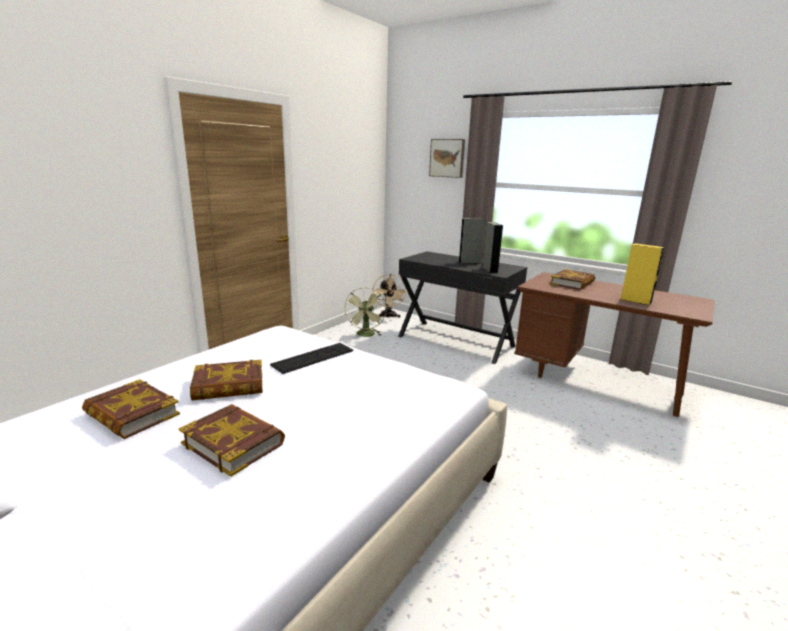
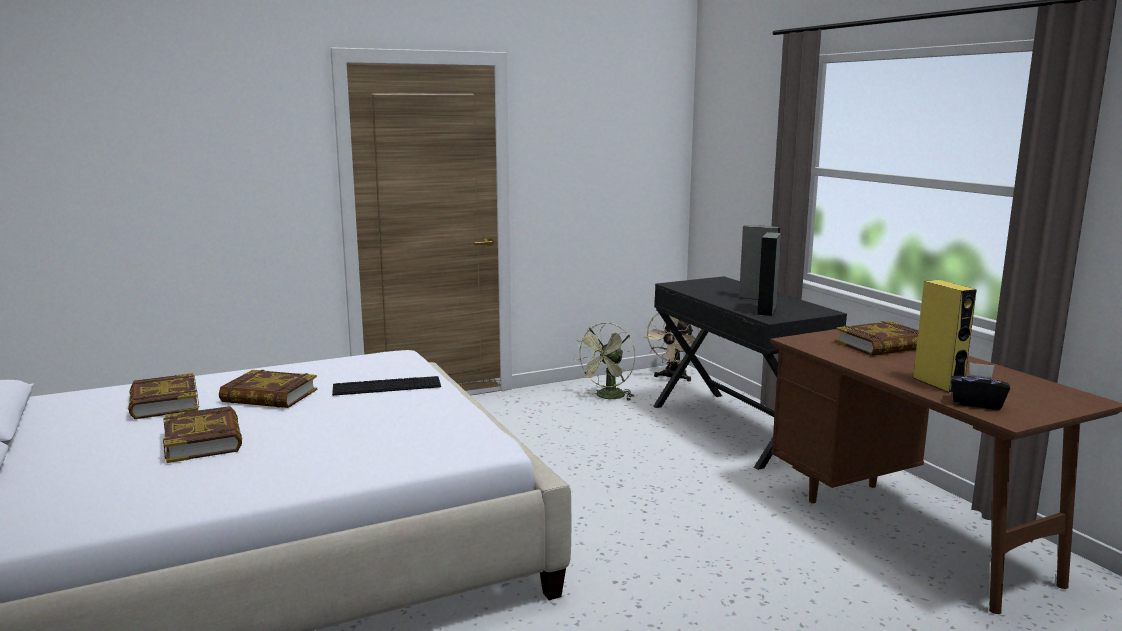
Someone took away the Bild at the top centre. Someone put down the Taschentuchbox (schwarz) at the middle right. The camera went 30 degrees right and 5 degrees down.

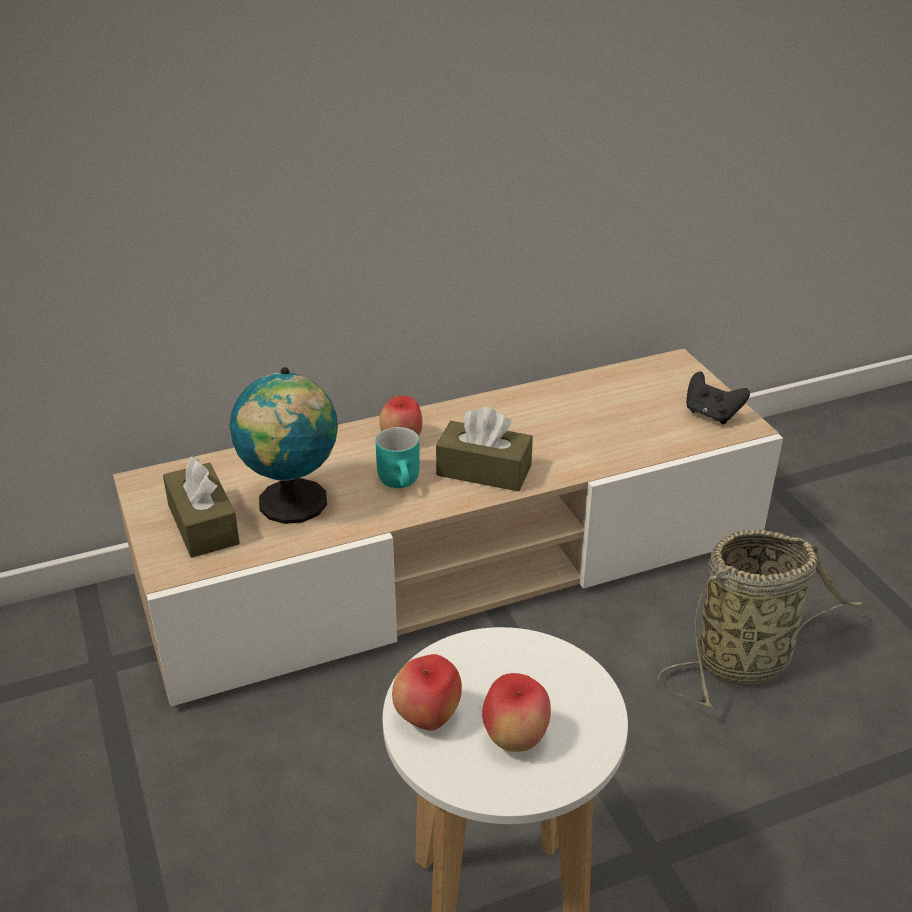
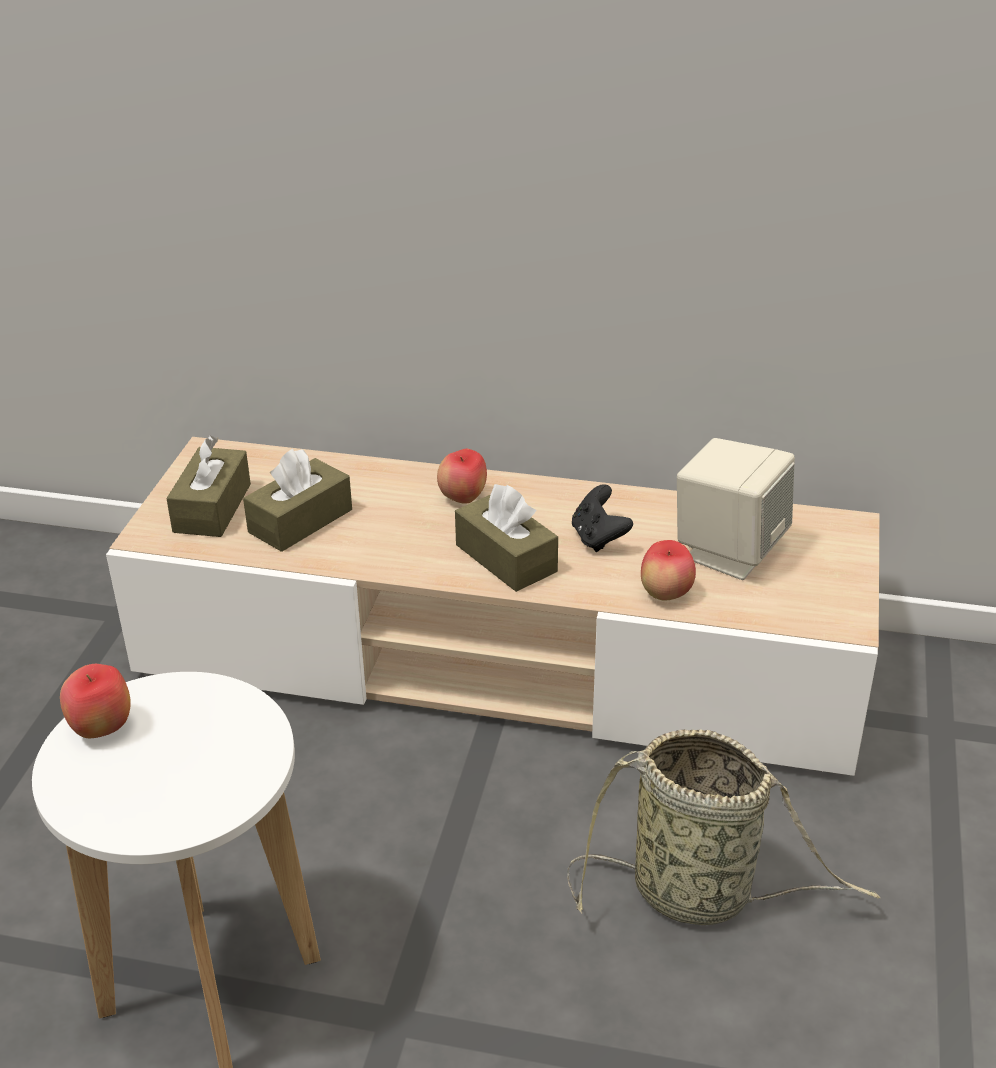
Someone swapped the Globus at the middle left for the Taschentuchbox (braun) (2nd from left) at the middle left. Someone carried the Gamepad (schwarz) from the middle right to the centre. Someone took away the Henkelbecher (türkis) at the centre. Someone carried the Apfel (3rd from left) from the bottom centre to the middle right. Someone put down the Lautsprecher (beige) at the middle right. The camera went 35 degrees right and 0 degrees up.

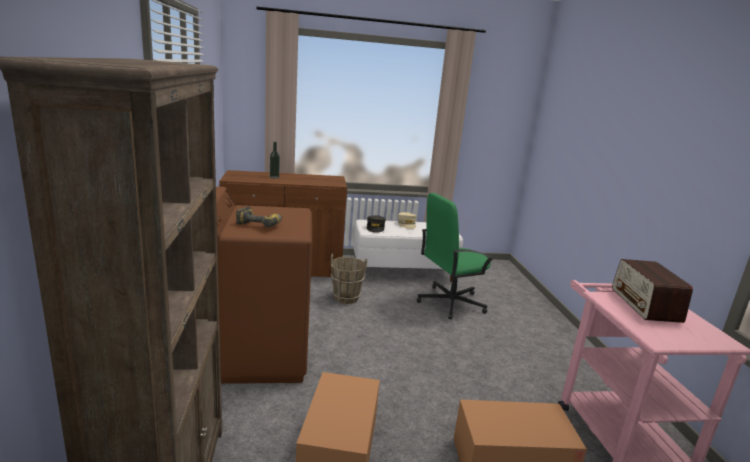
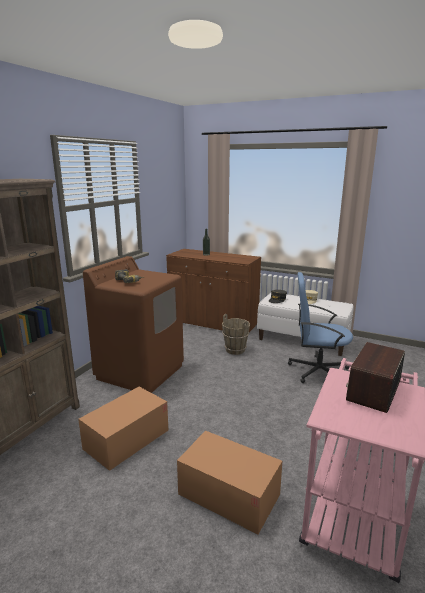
Someone repainted the Bürostuhl (grün) at the centre, which became the Bürostuhl (blau) at the middle right. The camera went 35 degrees right and 0 degrees up.

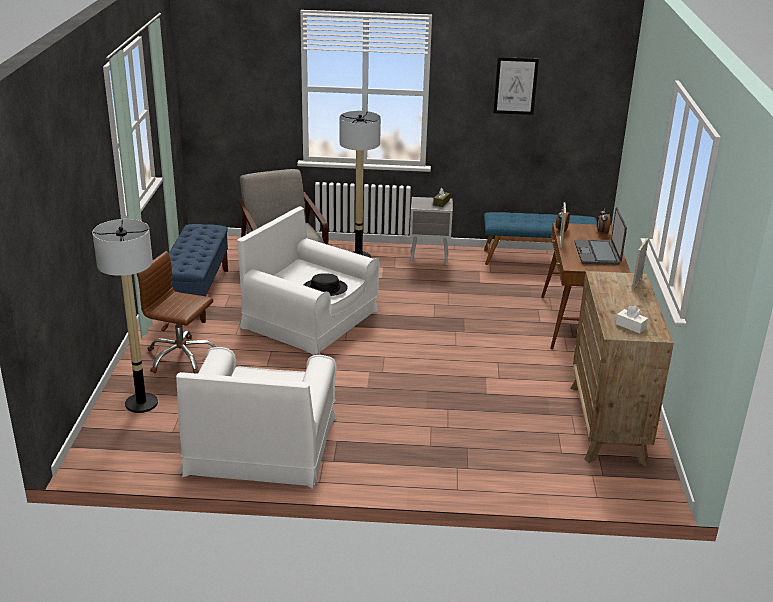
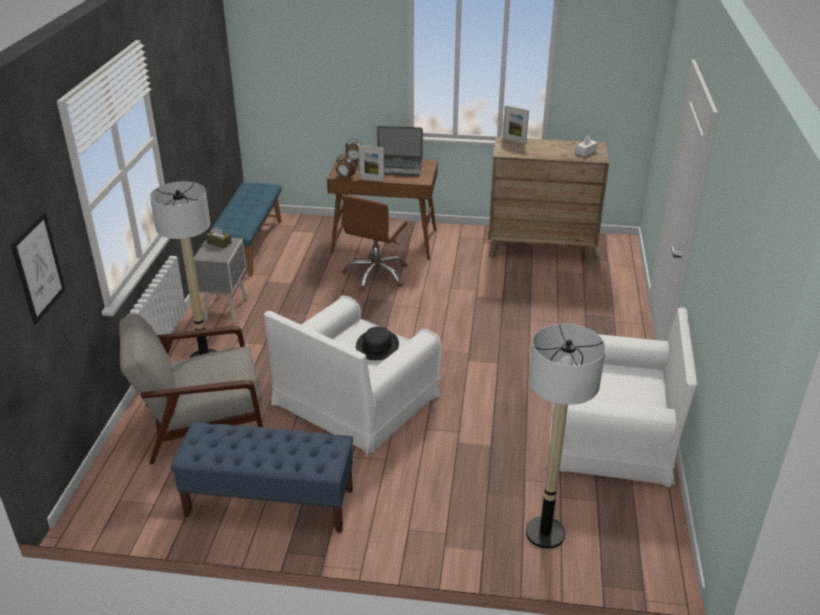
Someone carried the Bild from the top right to the middle left. Someone carried the Bürostuhl (braun) from the middle left to the centre. The camera went 85 degrees left and 5 degrees up.

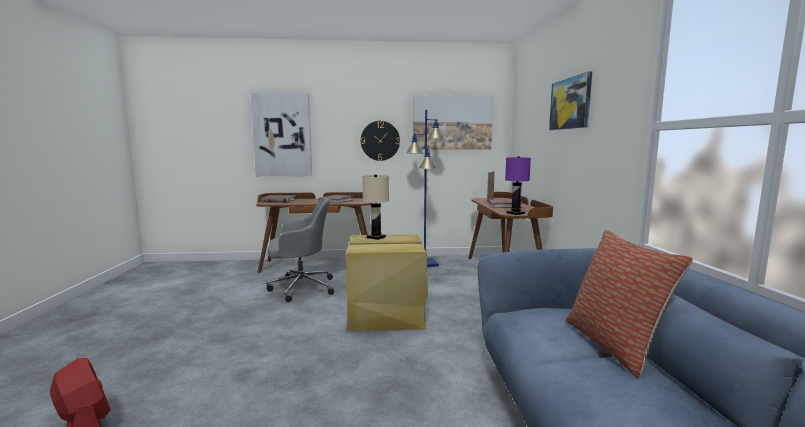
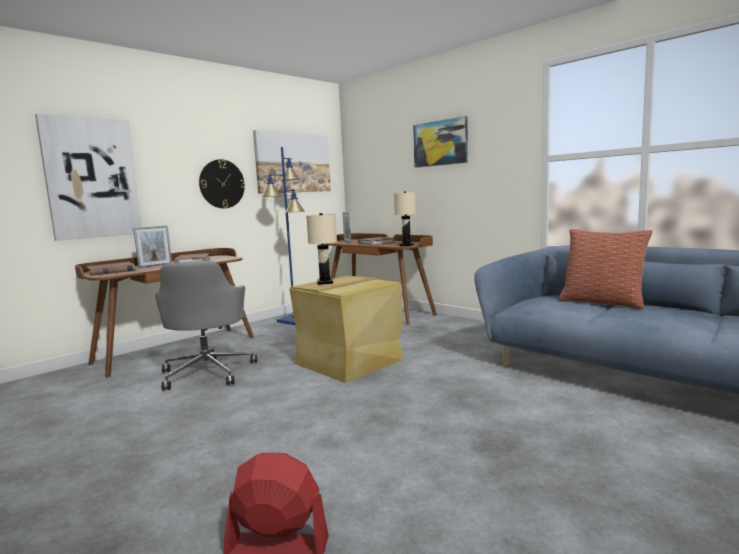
Someone repainted the Tischlampe (lila) at the centre, which became the Tischlampe (beige) (2nd from left) at the centre. Someone rotated the Bürostuhl (grau) at the centre by 135 degrees clockwise. Someone put down the Bilderrahmen (1st from left) at the middle left. The camera went 40 degrees left and 0 degrees up.

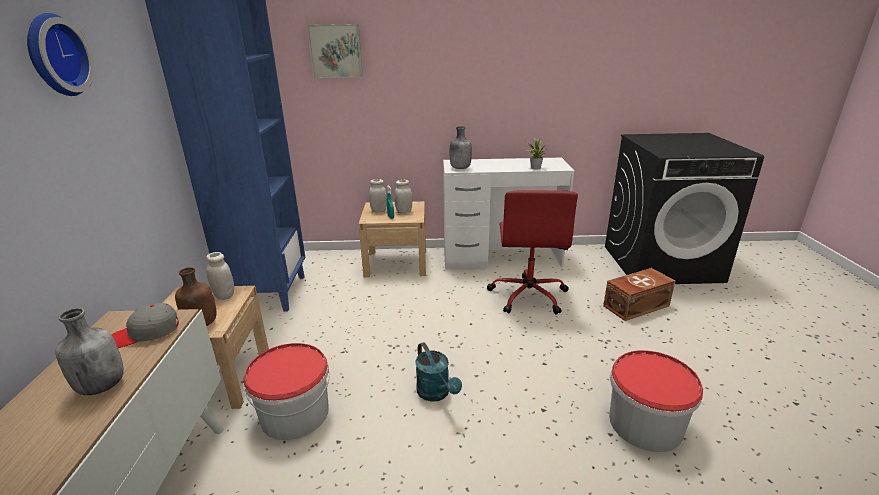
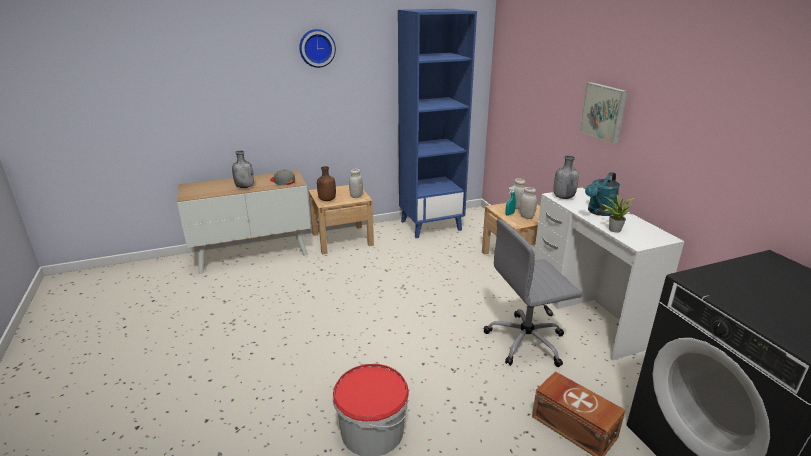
Someone carried the Bild from the top centre to the top right. Someone repainted the Bürostuhl (rot) at the centre, which became the Bürostuhl (grau) at the centre. Someone carried the Gießkanne (türkis) from the bottom centre to the middle right. Someone took away the Eimer (1st from left) at the bottom left. The camera went 70 degrees right and 0 degrees up.

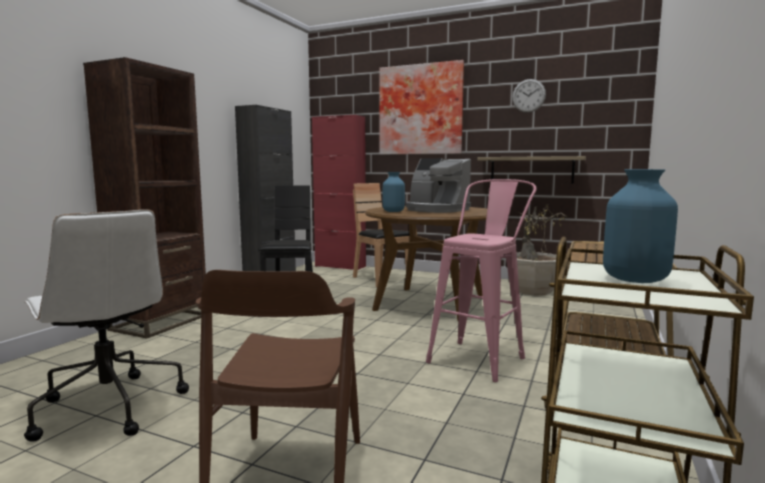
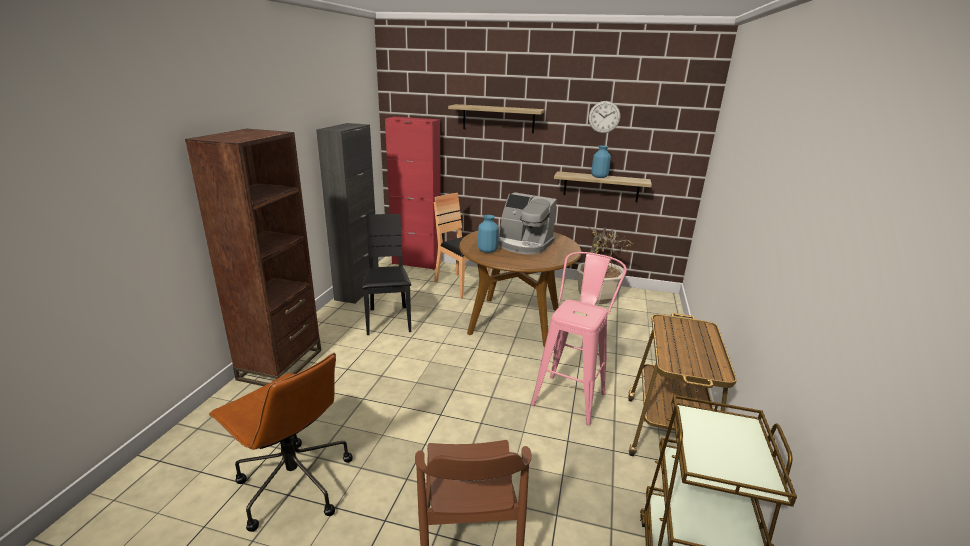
Someone swapped the Bild at the top centre for the Wandregal (1st from left) at the top centre. Someone carried the Vase (blau) (2nd from left) from the middle right to the top centre. Someone repainted the Bürostuhl (weiß) at the bottom left, which became the Bürostuhl (braun) at the bottom left. The camera went 10 degrees left and 15 degrees up.

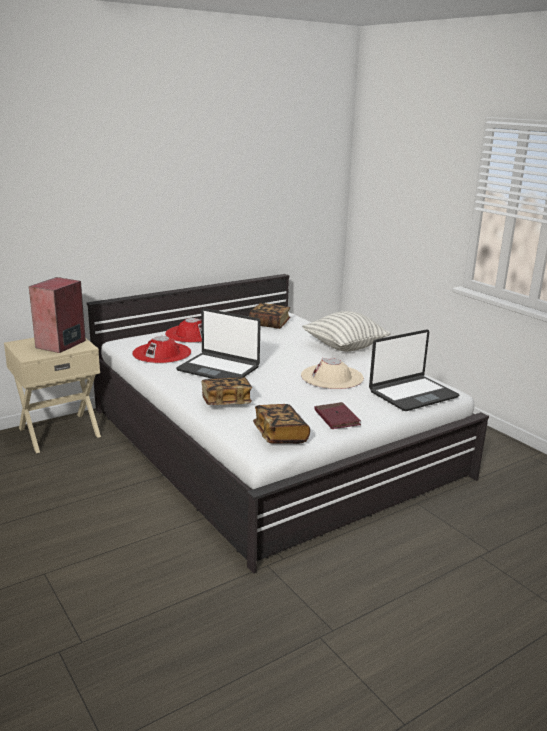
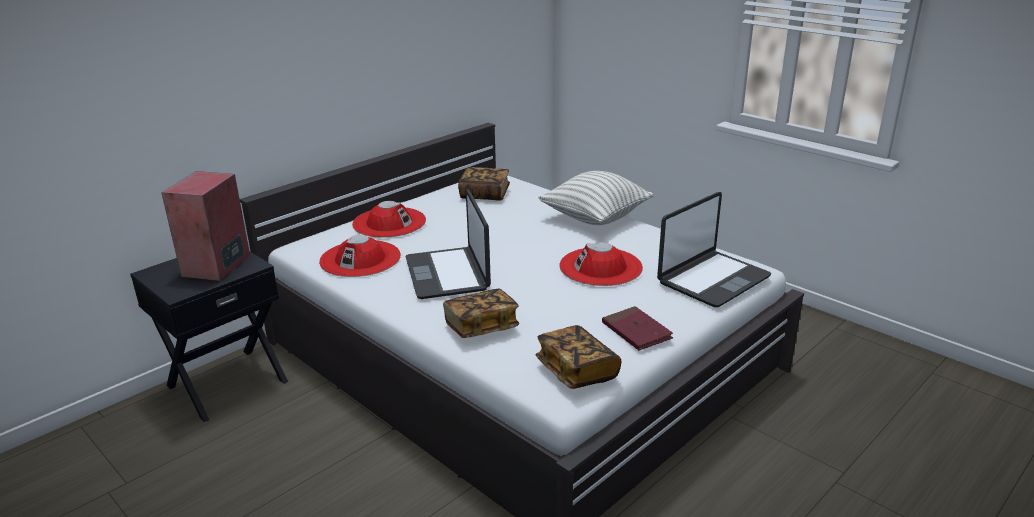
Someone rotated the Laptop (1st from left) at the centre by 60 degrees clockwise. Someone repainted the Nachttisch (beige) at the middle left, which became the Nachttisch (schwarz) at the middle left. Someone repainted the Hut (beige) at the centre, which became the Hut (rot) (3rd from left) at the centre. The camera went 10 degrees left and 5 degrees up.

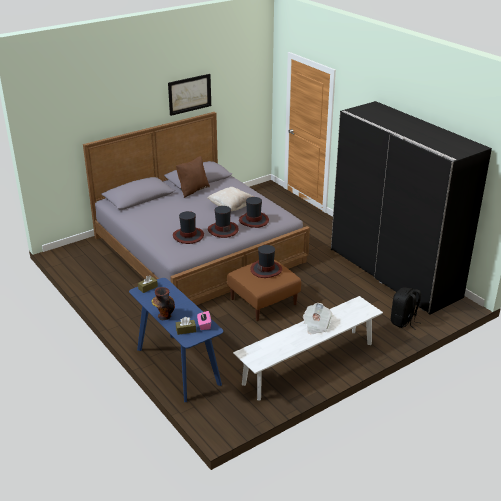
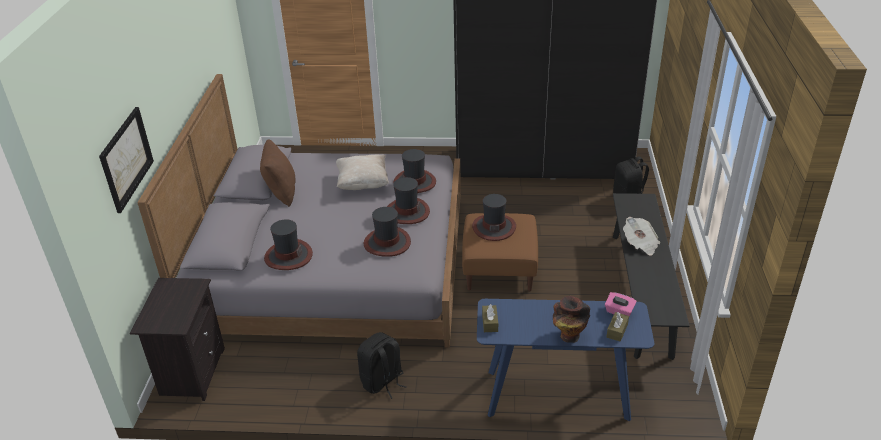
Someone carried the Bild from the top centre to the middle left. Someone repainted the Bank (weiß) at the bottom centre, which became the Bank (schwarz) at the middle right. Someone put down the Hut (1st from left) at the middle left. Someone put down the Nachttisch (schwarz) at the bottom left. Someone put down the Rucksack (schwarz) (1st from left) at the bottom centre. The camera went 50 degrees left and 5 degrees up.

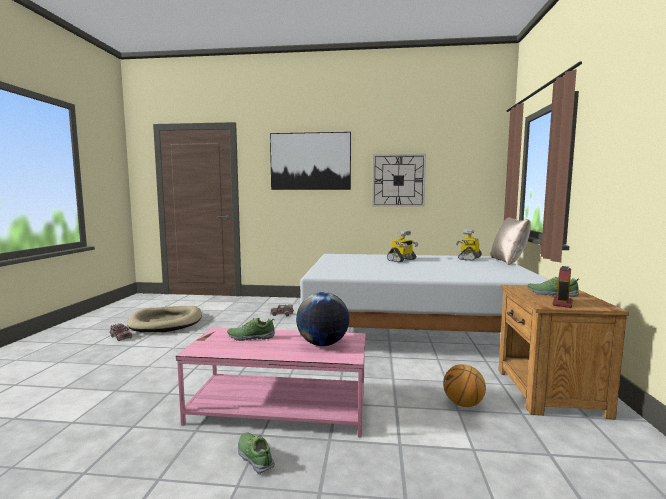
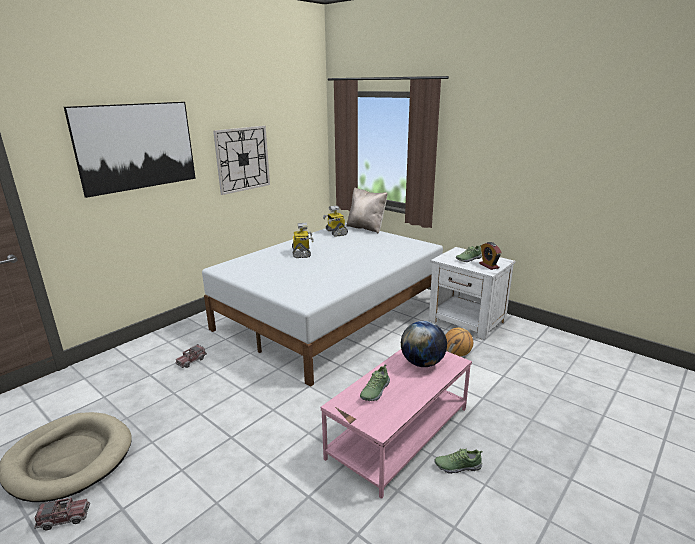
Someone repainted the Nachttisch (braun) at the bottom right, which became the Nachttisch (weiß) at the middle right. The camera went 55 degrees left and 15 degrees up.

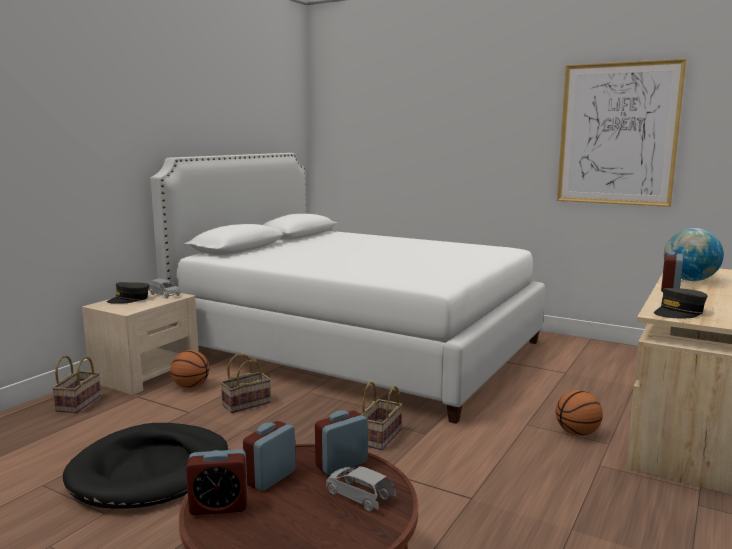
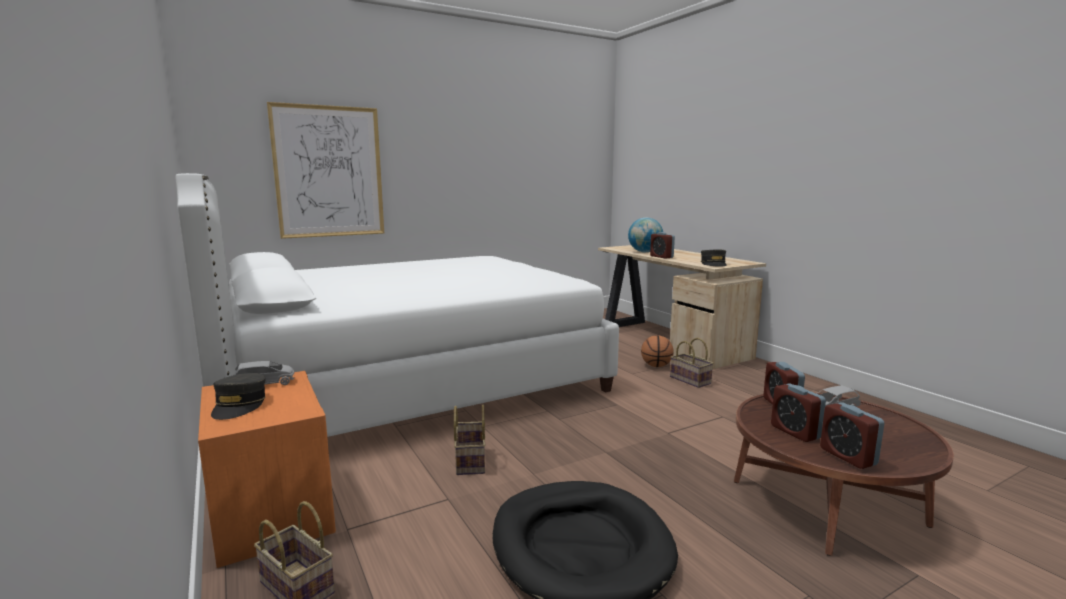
Someone carried the Bild from the top right to the top left. Someone repainted the Nachttisch (beige) at the middle left, which became the Nachttisch (orange) at the bottom left. Someone took away the Basketball (1st from left) at the bottom left. Someone carried the Korb (3rd from left) from the bottom centre to the centre. Someone rotated the Wecker (1st from left in the first image) at the bottom left by 135 degrees clockwise. The camera went 60 degrees left and 0 degrees up.

